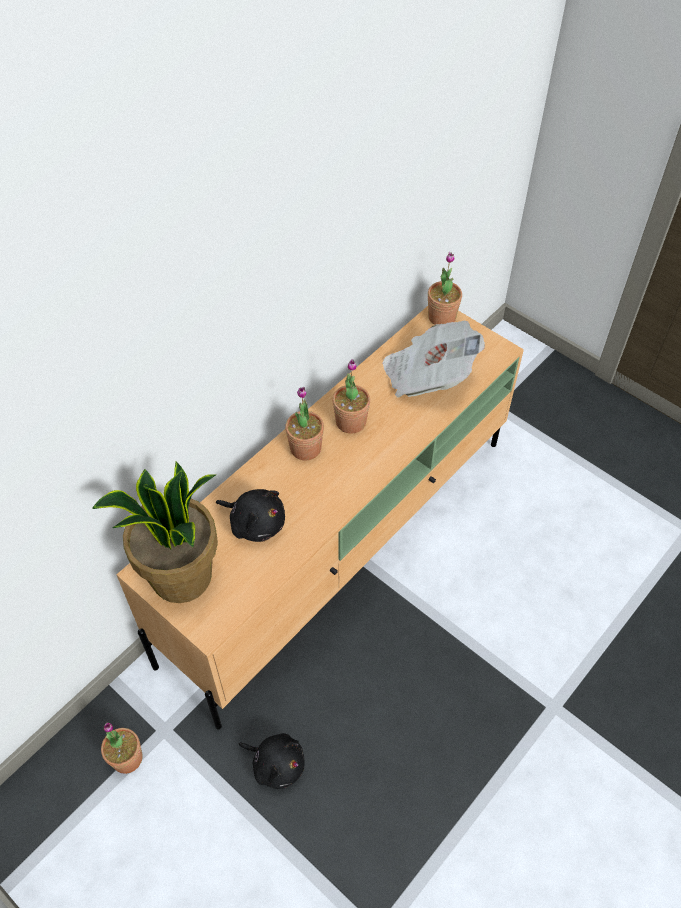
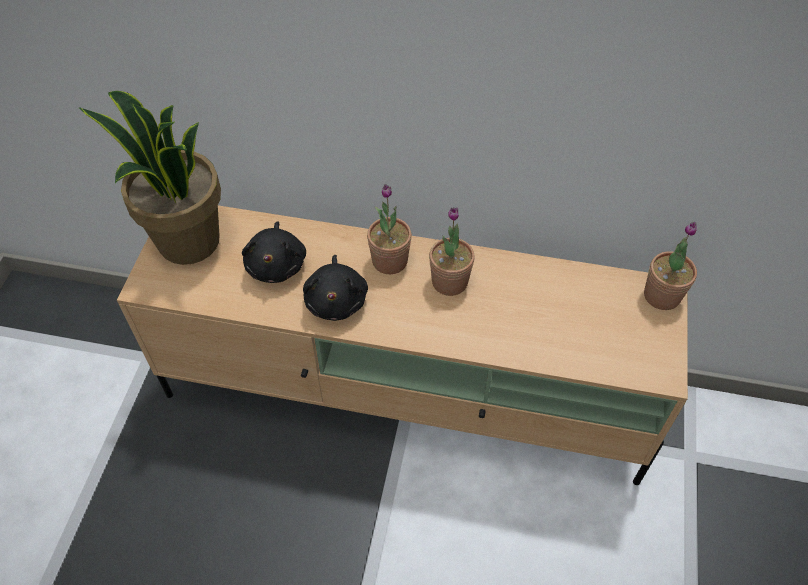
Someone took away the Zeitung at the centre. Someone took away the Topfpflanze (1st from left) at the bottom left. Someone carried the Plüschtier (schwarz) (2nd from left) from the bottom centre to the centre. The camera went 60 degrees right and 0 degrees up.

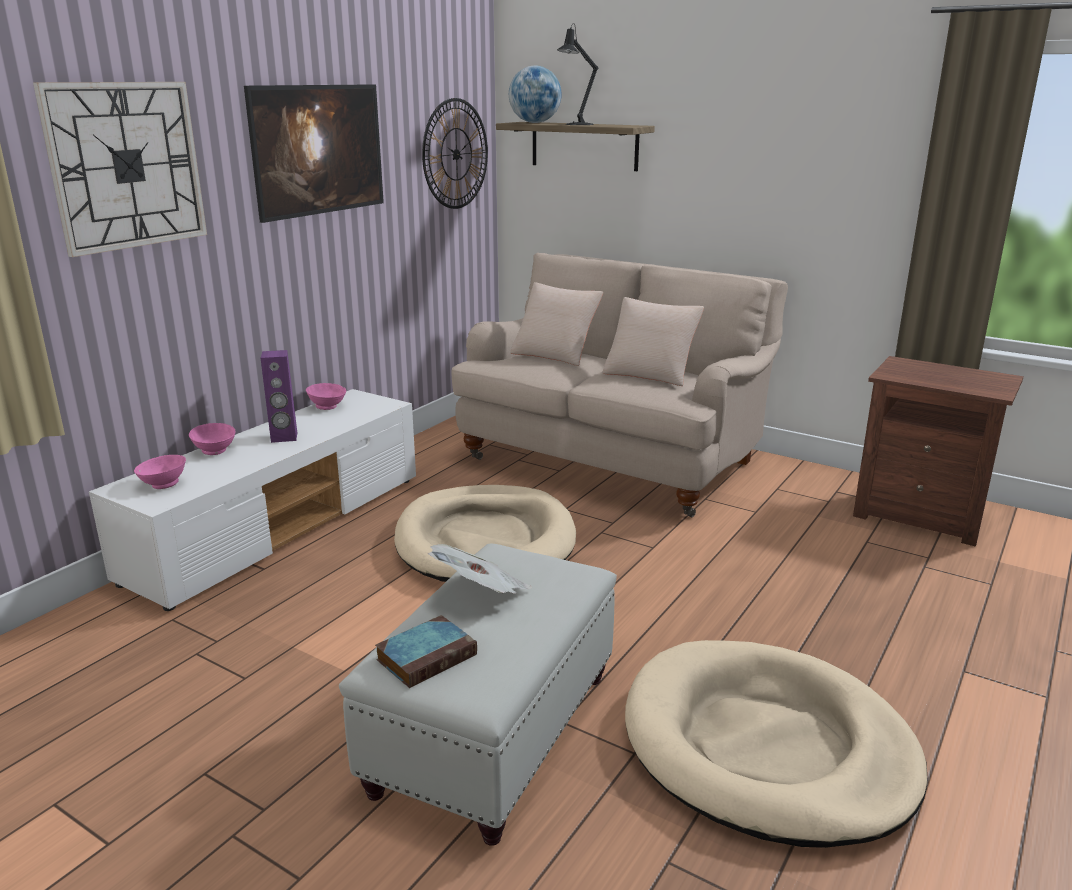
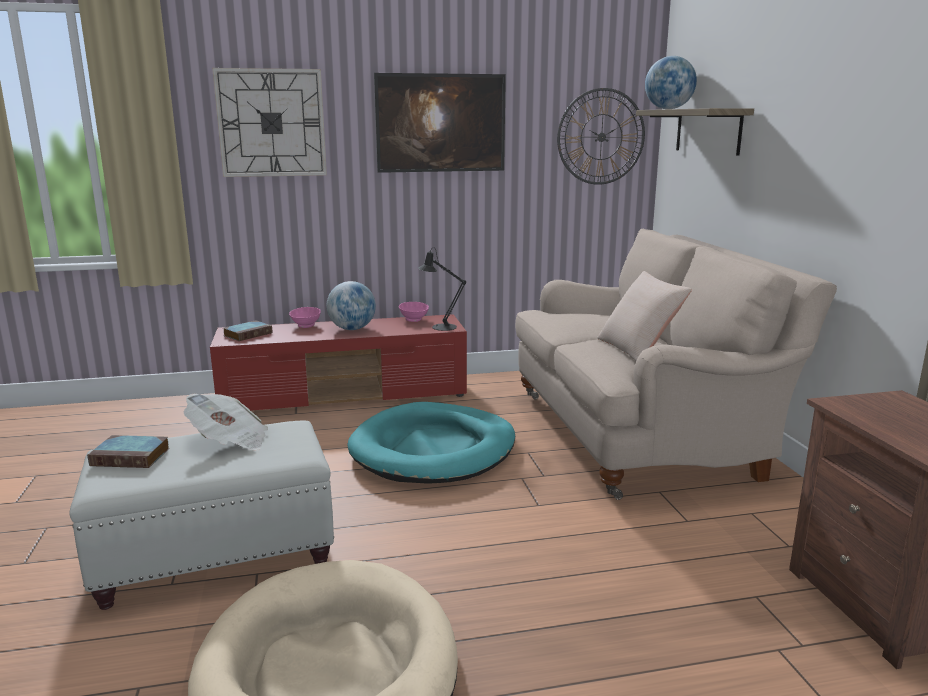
Someone carried the Tischlampe (schwarz) from the top centre to the centre. Someone took away the Kissen (beige) (1st from left) at the centre. Someone swapped the Lautsprecher (lila) at the middle left for the Globus (1st from left) at the centre. Someone repainted the Fernsehschrank (weiß) at the middle left, which became the Fernsehschrank (rot) at the centre. Someone swapped the Schüssel (rosa) (1st from left) at the middle left for the Buch (2nd from left) at the middle left. Someone repainted the Hundebett (beige) (1st from left) at the centre, which became the Hundebett (türkis) at the centre. The camera went 45 degrees right and 5 degrees down.

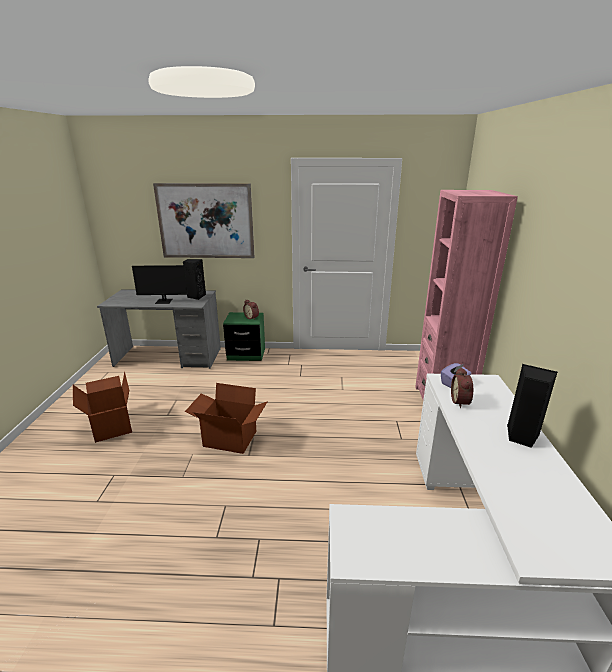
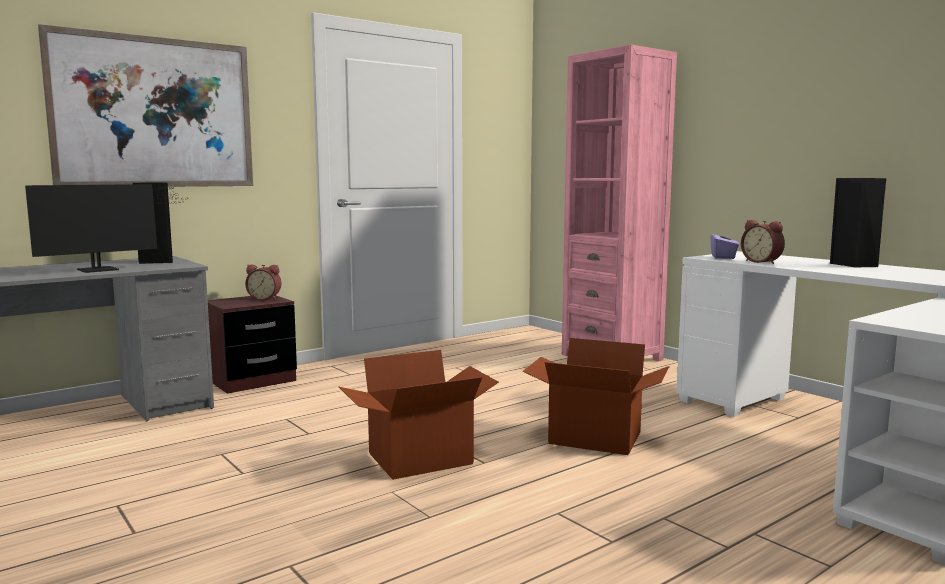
Someone repainted the Nachttisch (grün) at the centre, which became the Nachttisch (braun) at the middle left. Someone carried the Karton (1st from left in the first image) from the middle left to the bottom centre. The camera went 40 degrees left and 15 degrees down.

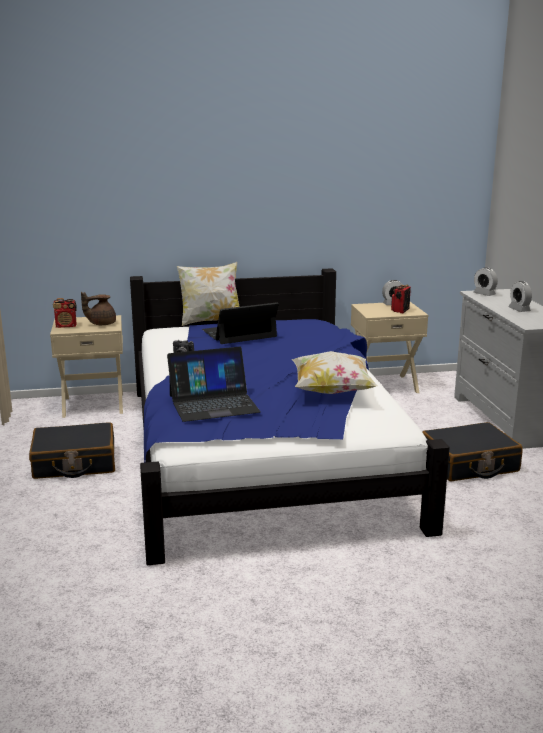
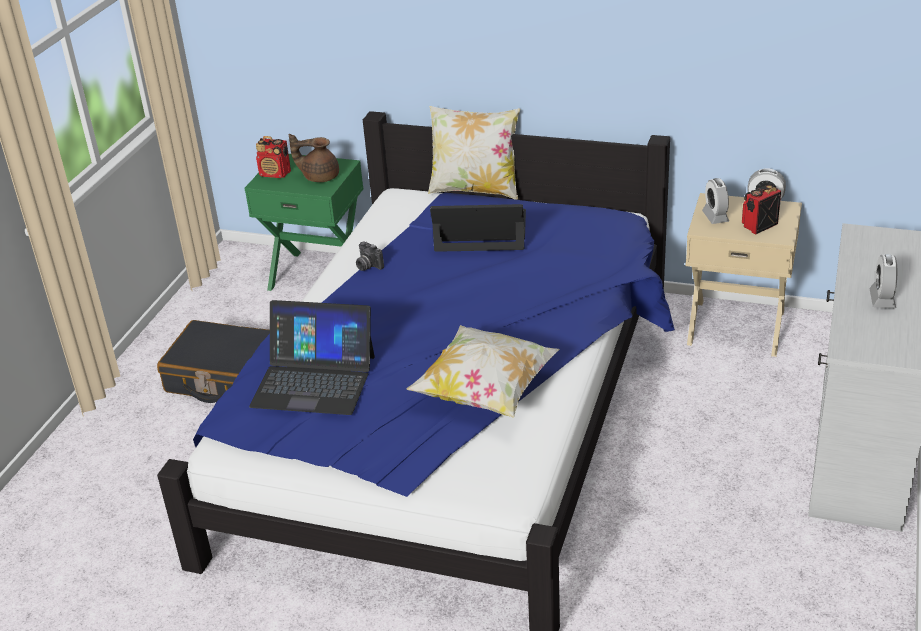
Someone carried the Wecker (2nd from left in the first image) from the middle right to the top right. Someone repainted the Nachttisch (beige) (1st from left) at the middle left, which became the Nachttisch (grün) at the middle left. Someone took away the Koffer (schwarz) (2nd from left) at the middle right. The camera went 30 degrees right and 15 degrees up.

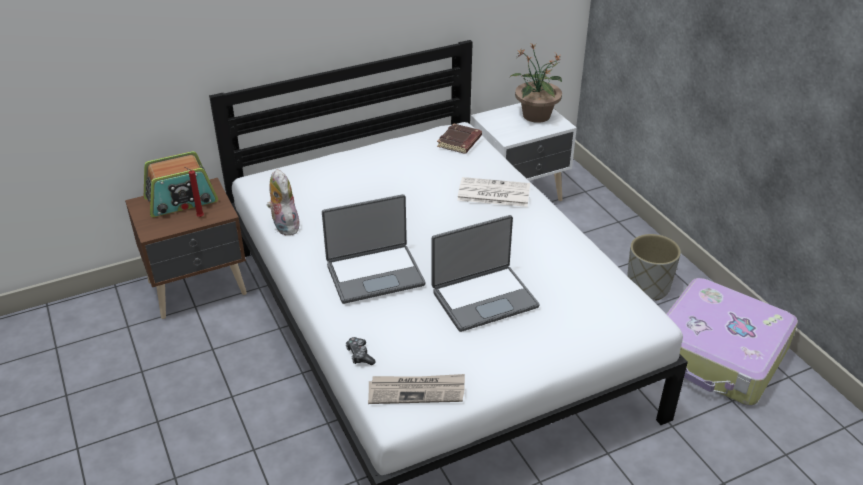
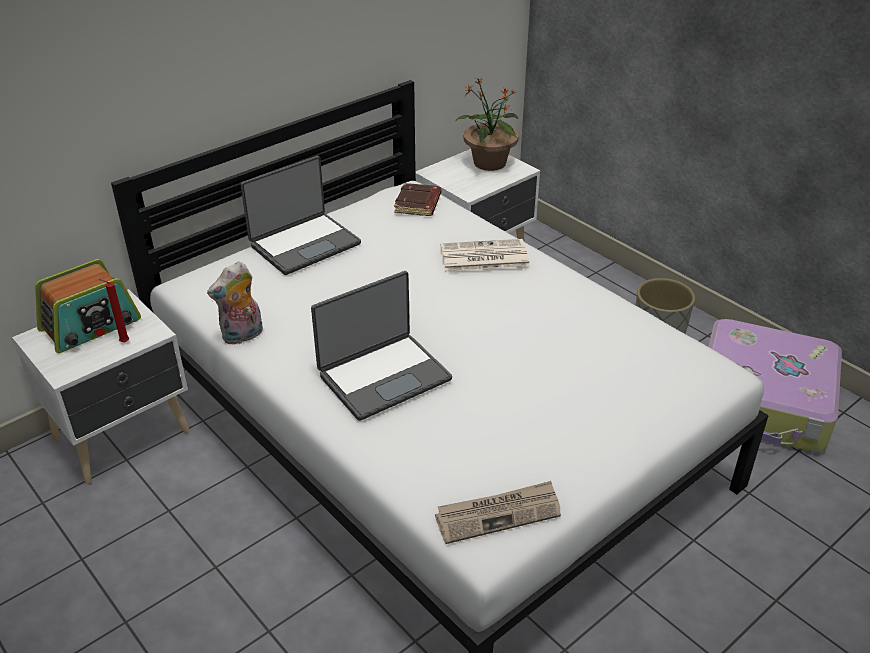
Someone rotated the Plüschtier at the middle left by 90 degrees counterclockwise. Someone repainted the Nachttisch (braun) at the middle left, which became the Nachttisch (weiß) (1st from left) at the middle left. Someone carried the Laptop (2nd from left in the first image) from the centre to the top centre. Someone took away the Gamepad at the bottom centre. The camera went 15 degrees left and 0 degrees up.

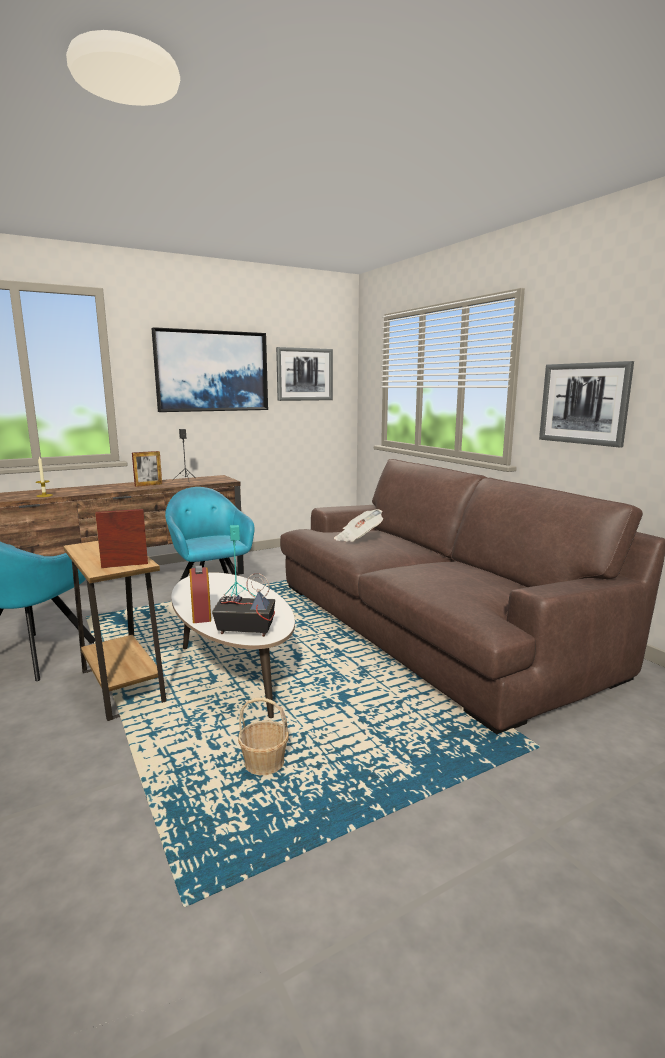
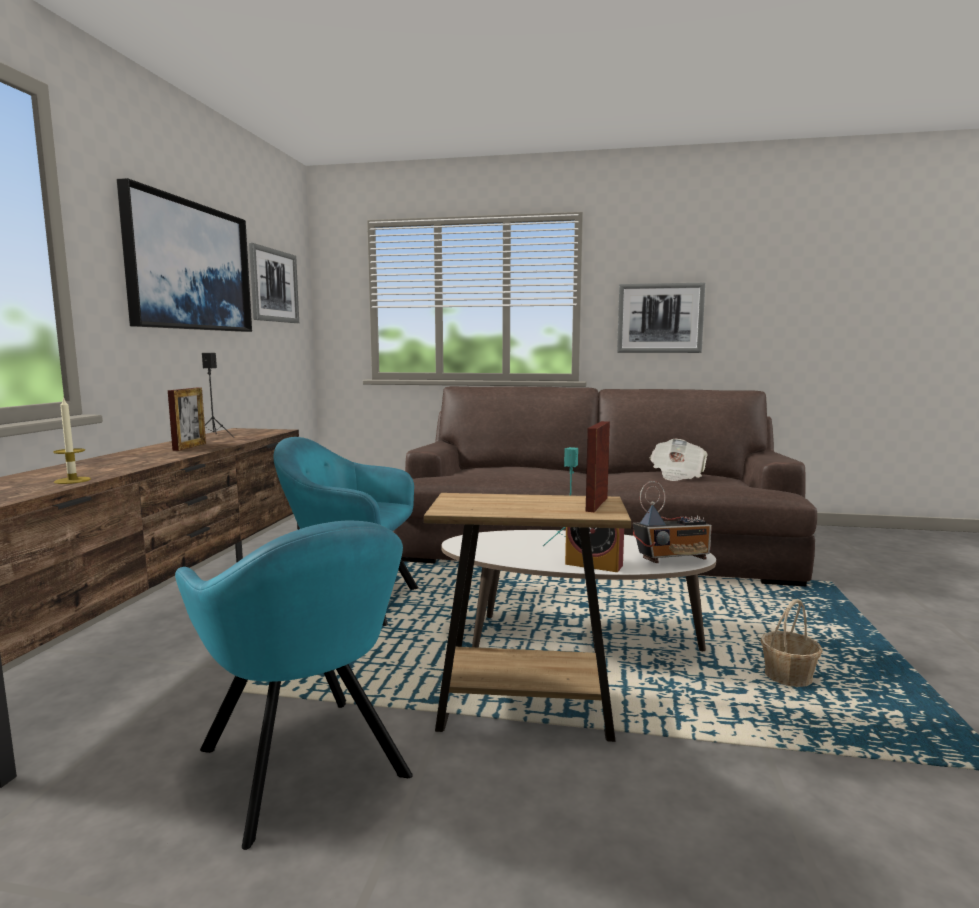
Someone carried the Zeitung from the centre to the middle right. Someone rotated the Radio at the centre by 150 degrees counterclockwise. The camera went 50 degrees left and 5 degrees down.

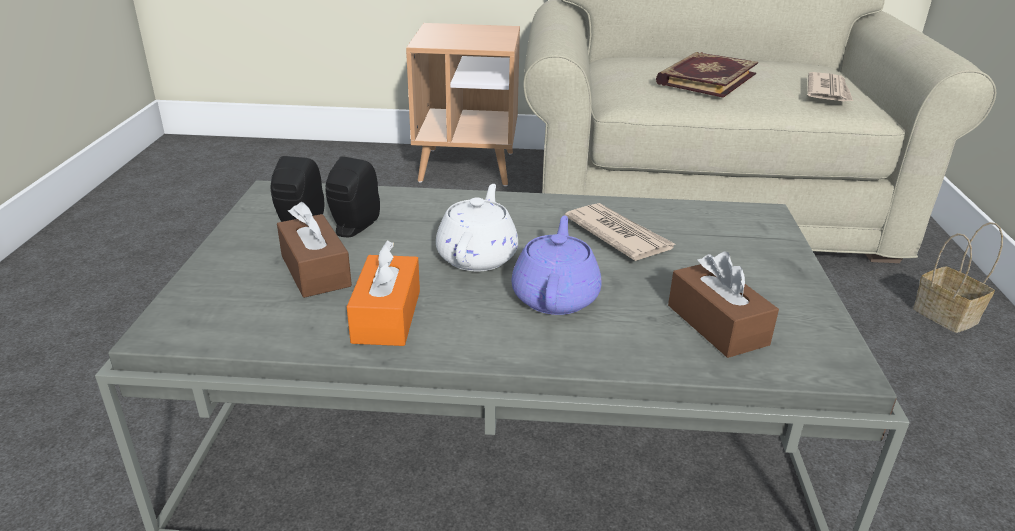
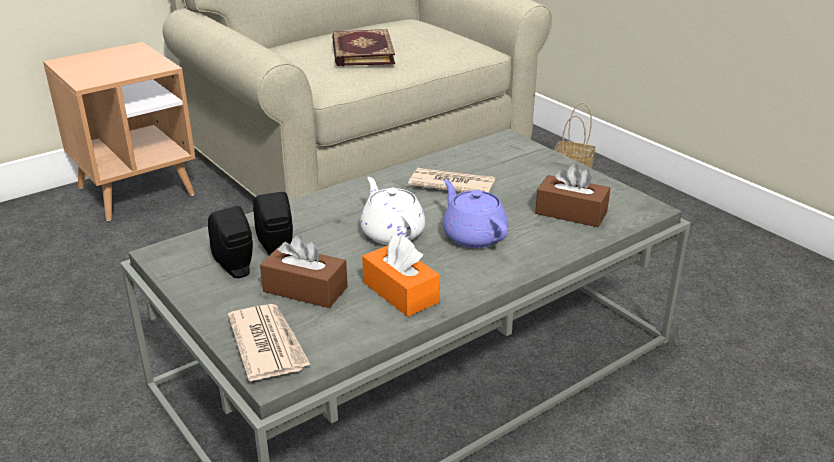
Someone carried the Zeitung (2nd from left in the first image) from the top right to the bottom left. The camera went 40 degrees left and 0 degrees up.

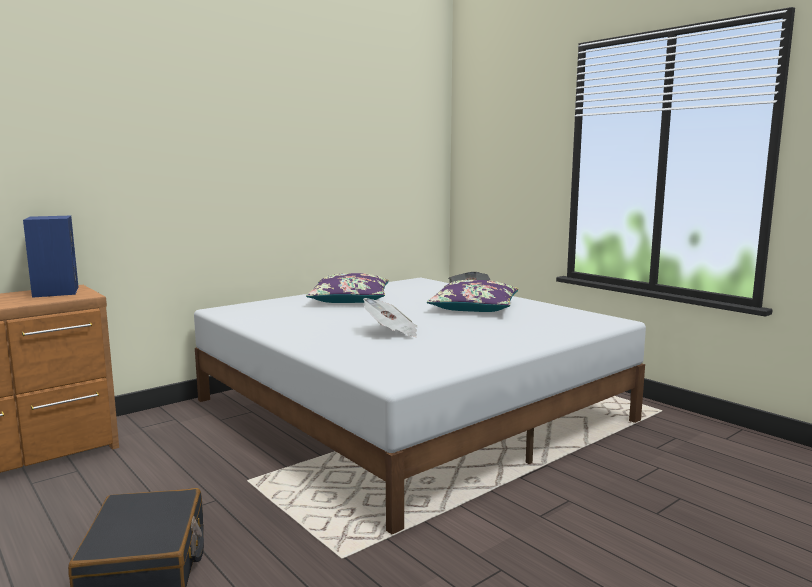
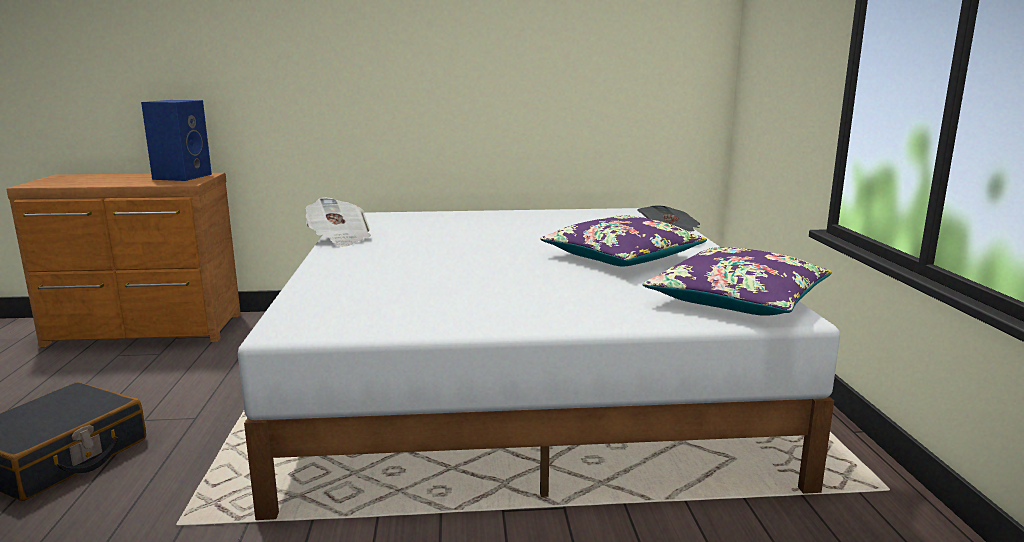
Someone carried the Kissen (lila) (1st from left in the first image) from the centre to the middle right. Someone carried the Zeitung (1st from left) from the centre to the middle left. The camera went 35 degrees right and 5 degrees up.

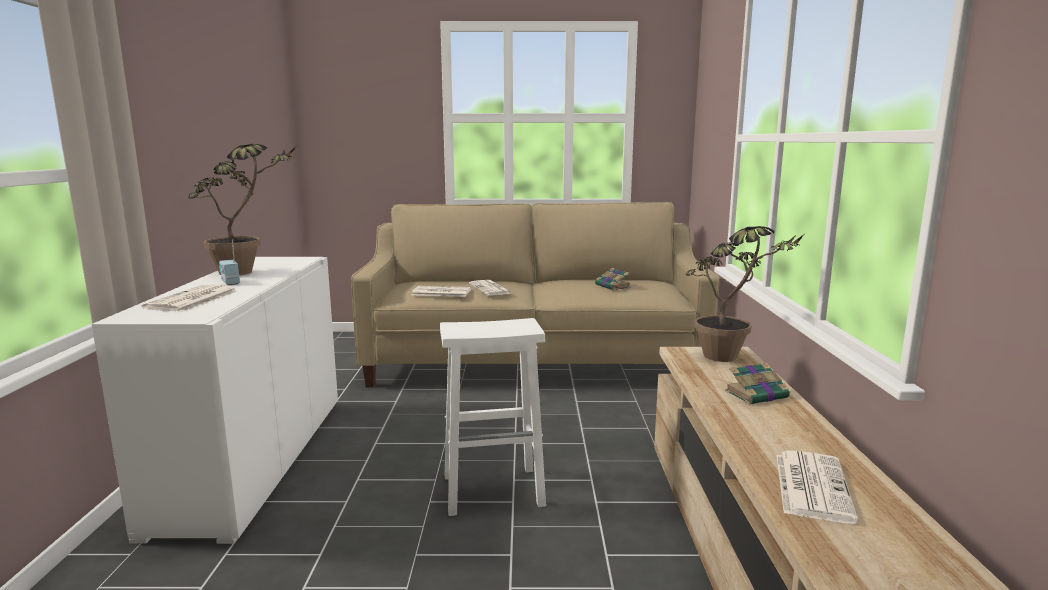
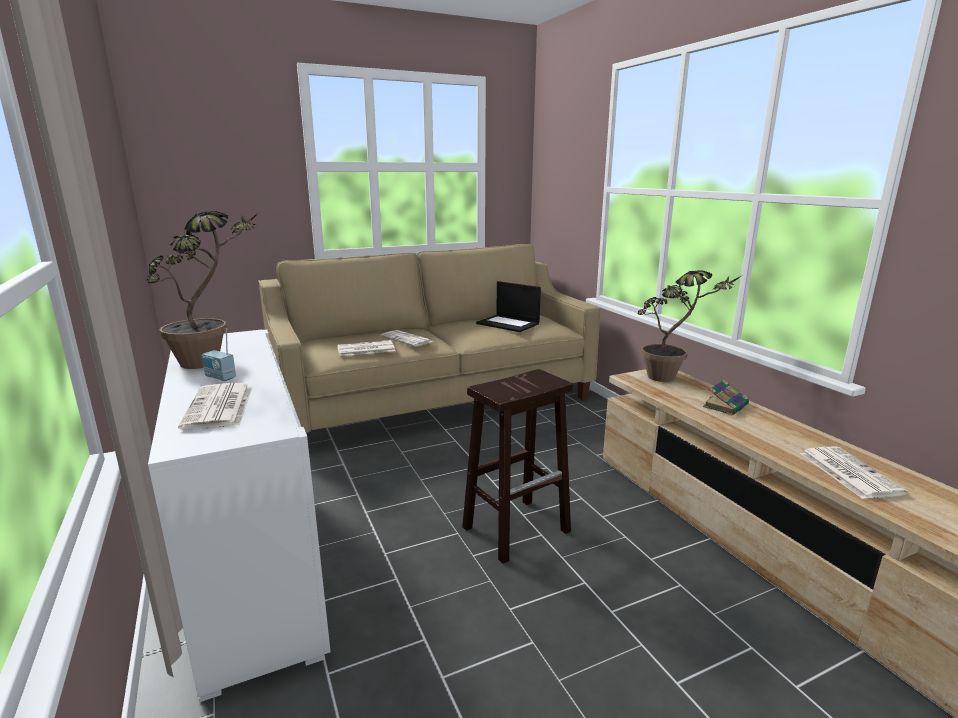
Someone swapped the Buch (1st from left) at the centre for the Laptop at the centre. Someone repainted the Hocker (weiß) at the bottom centre, which became the Hocker (braun) at the centre. The camera went 25 degrees left and 5 degrees up.

